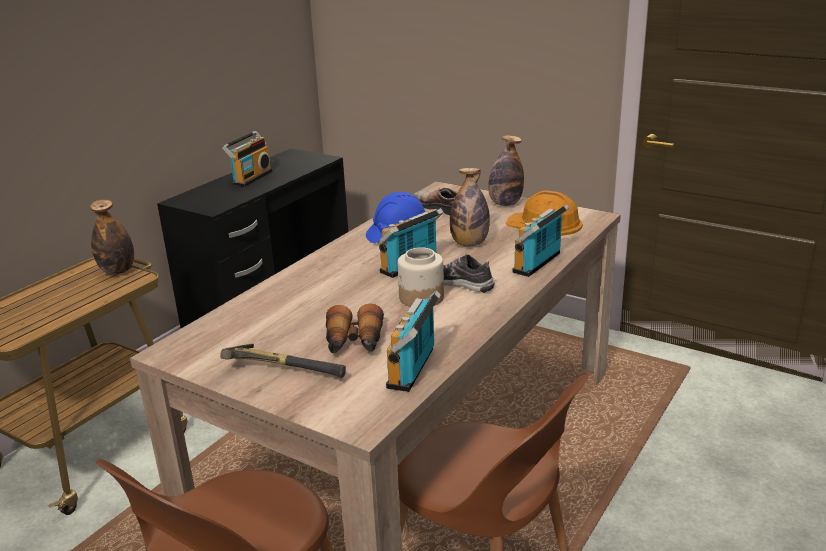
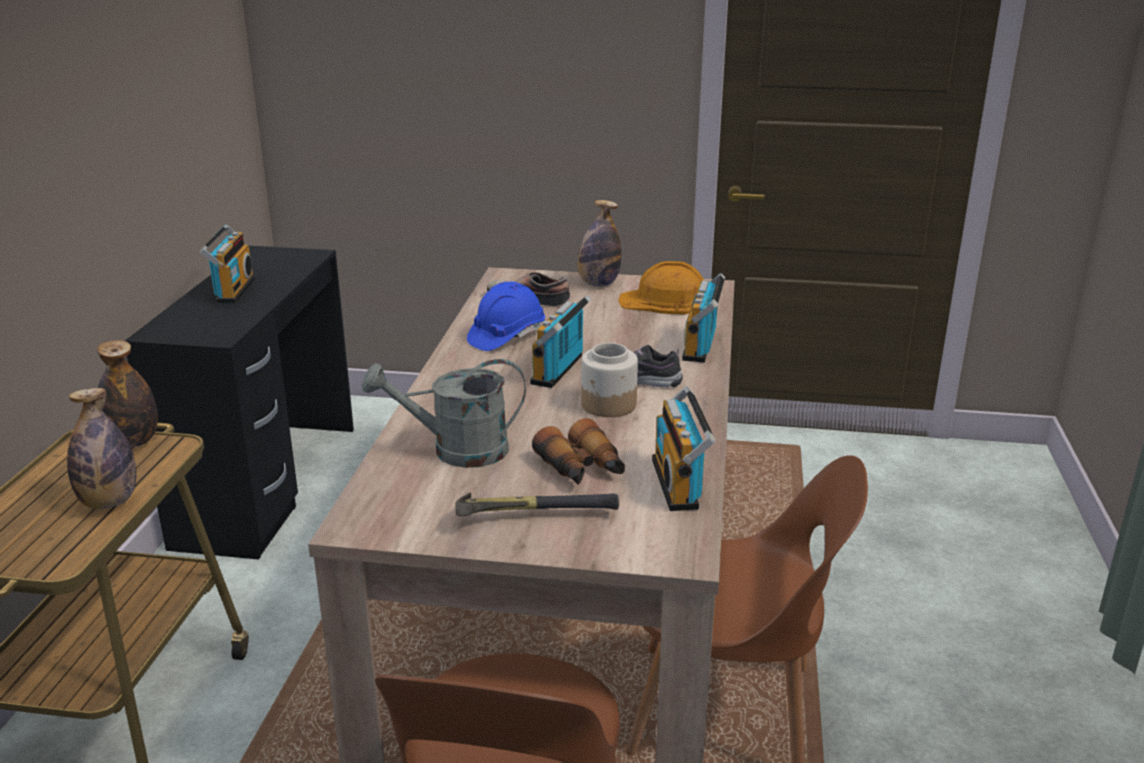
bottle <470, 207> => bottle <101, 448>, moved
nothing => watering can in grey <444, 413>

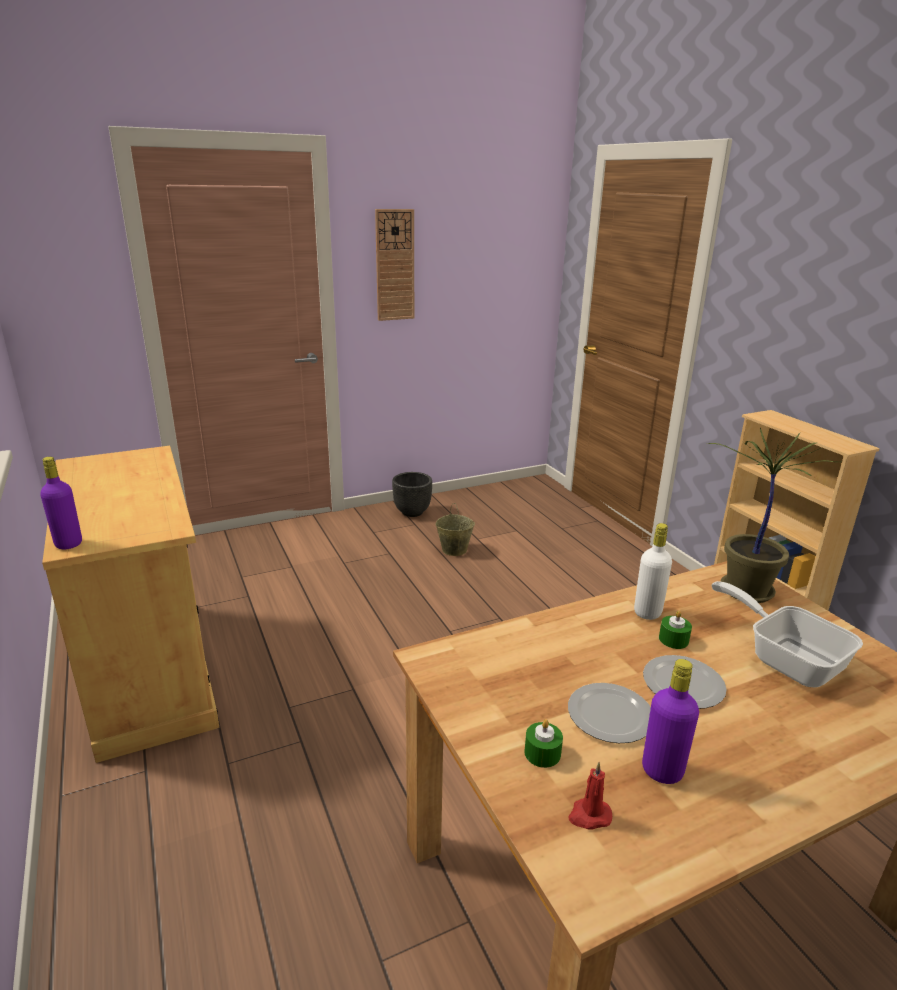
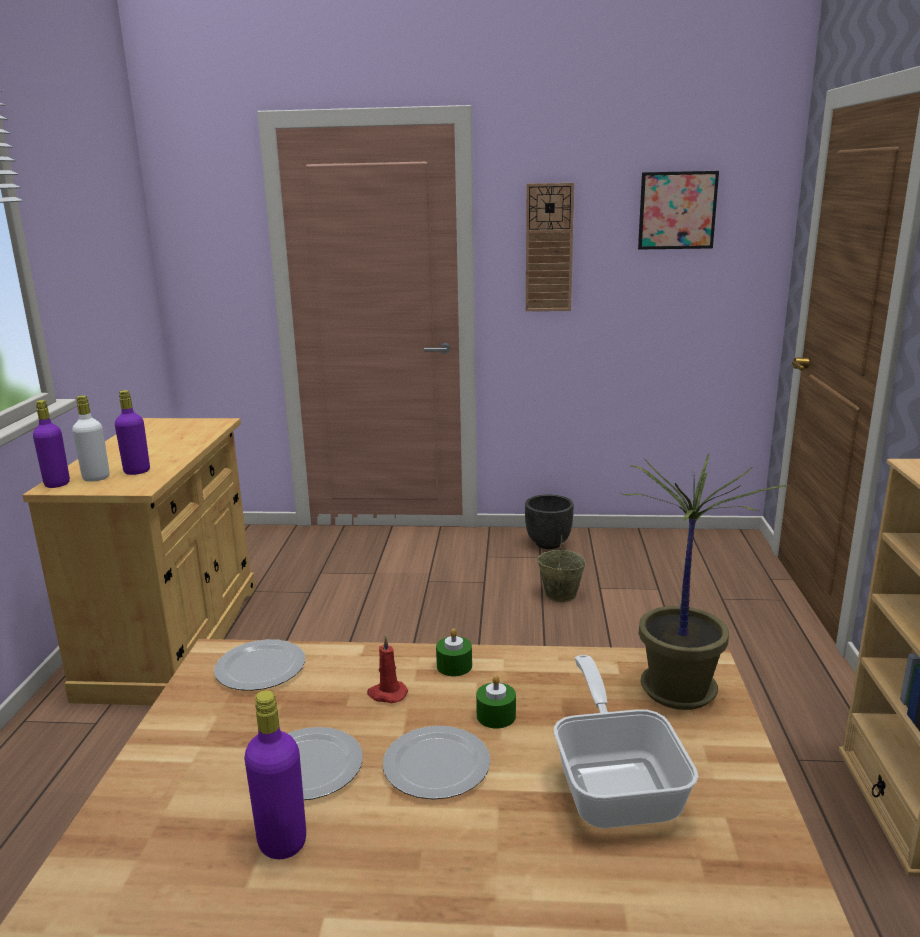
bottle in white <653, 571> => bottle in white <91, 438>, moved
candle in green <544, 743> => candle in green <454, 652>, moved
candle in red <590, 795> => candle in red <387, 669>, moved
nothing => picture <678, 210>
nothing => bottle in purple <132, 432>
nothing => plate <259, 665>

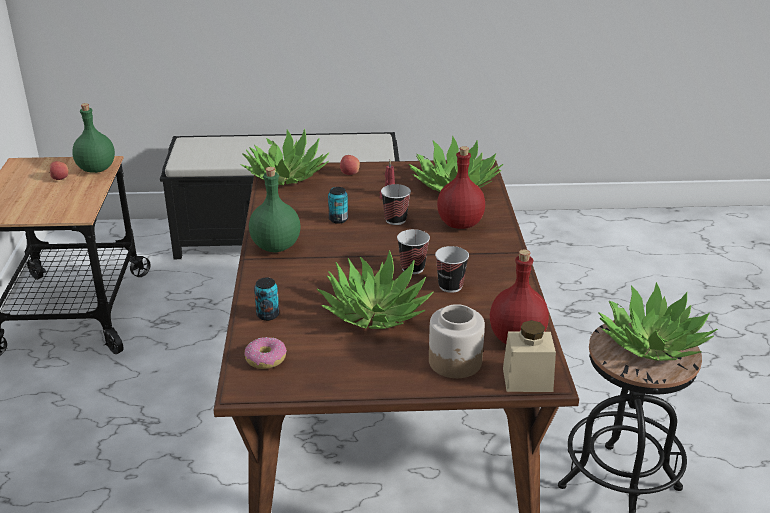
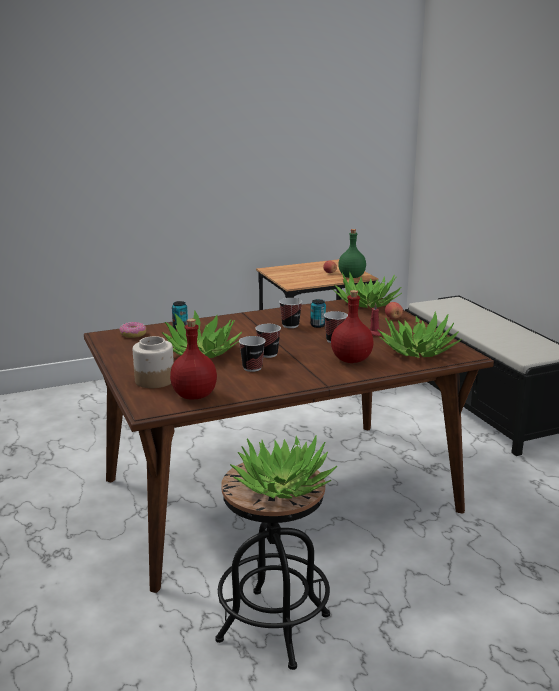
bottle in green <275, 210> => nothing
jar in beige <529, 356> => nothing
nothing => cup <290, 313>

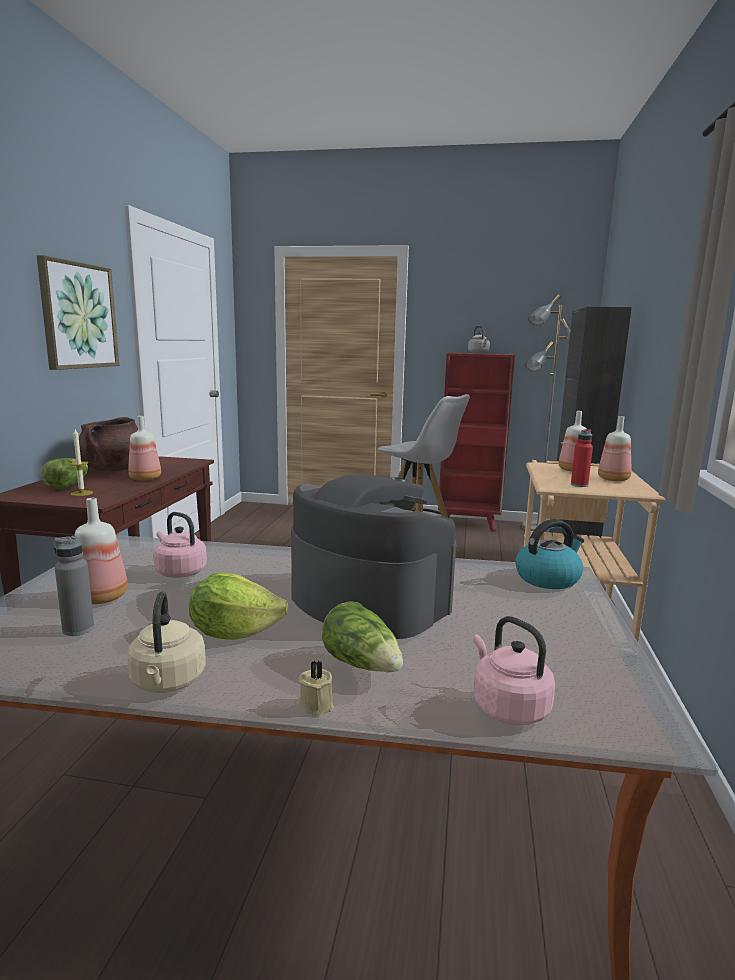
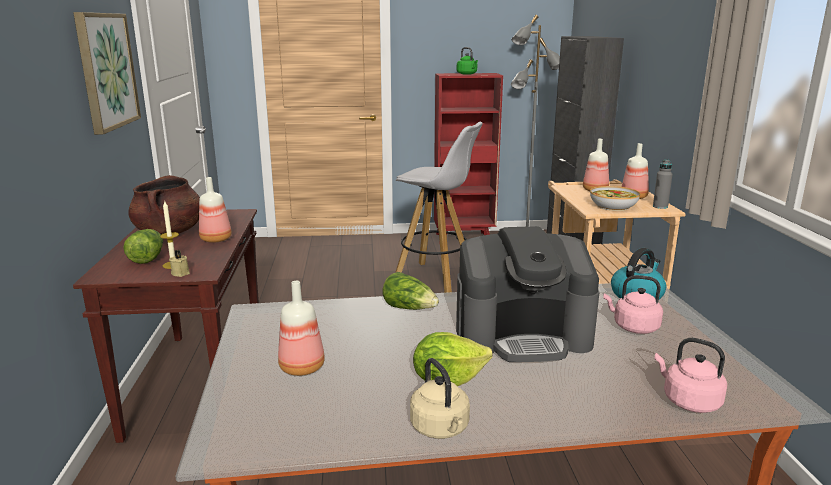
kettle in grey <479, 340> => kettle in green <467, 61>
bottle in red <582, 458> => bowl <615, 198>
coffee machine <373, 557> => coffee machine <527, 294>, 150 degrees clockwise
kettle in pink <180, 545> => kettle in pink <633, 304>, moved
bottle in grey <74, 586> => bottle in grey <663, 184>, moved
lettuce <362, 636> => lettuce <411, 291>, moved
candle in beige <316, 689> => candle in beige <179, 263>, moved

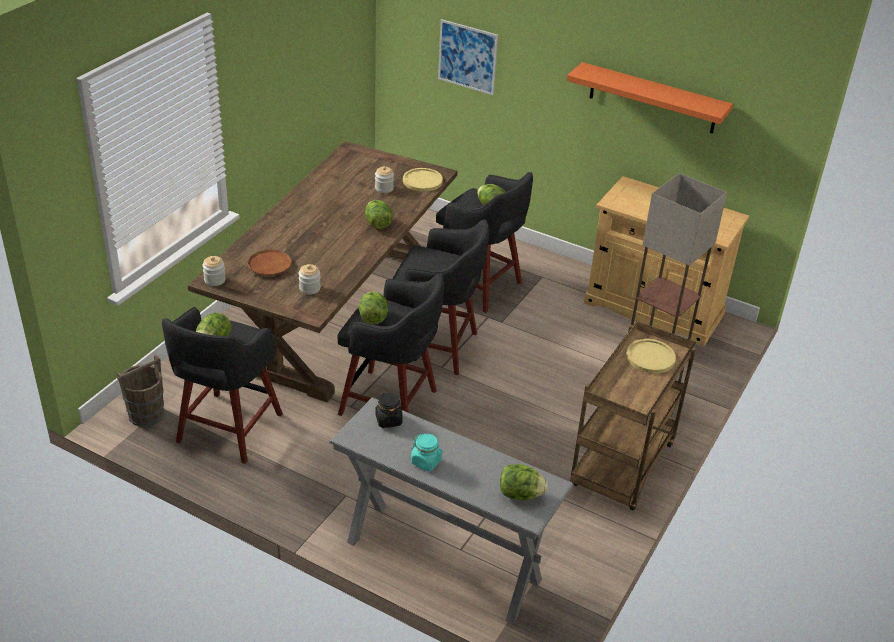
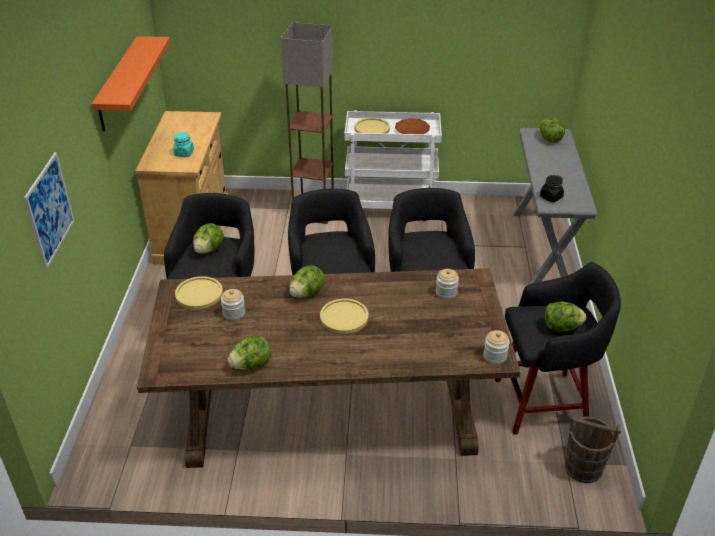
plate in brown <269, 262> => plate in brown <412, 126>, moved
lettuce <373, 308> => lettuce <249, 353>, moved
cart in brown <633, 416> => cart in white <393, 165>
jar in turquoise <427, 452> => jar in turquoise <183, 144>, moved
nothing => plate in yellow <344, 316>

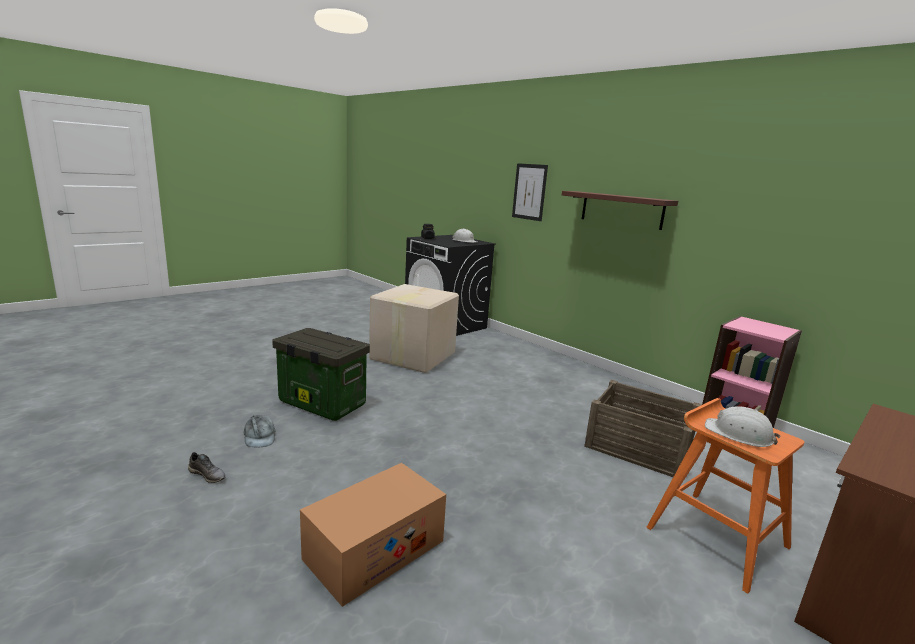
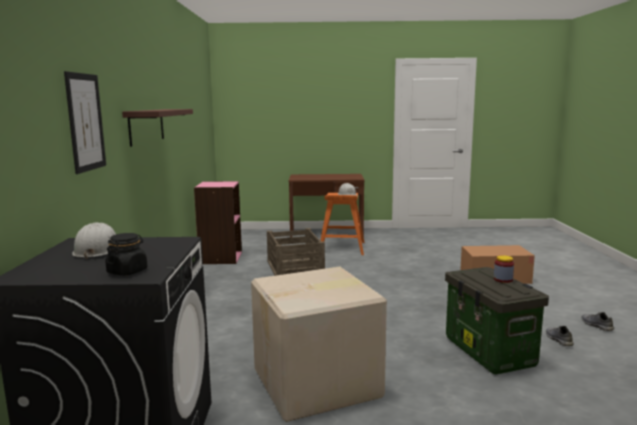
cap in grey <260, 431> => shoe in grey <560, 336>
nothing => jar <504, 269>

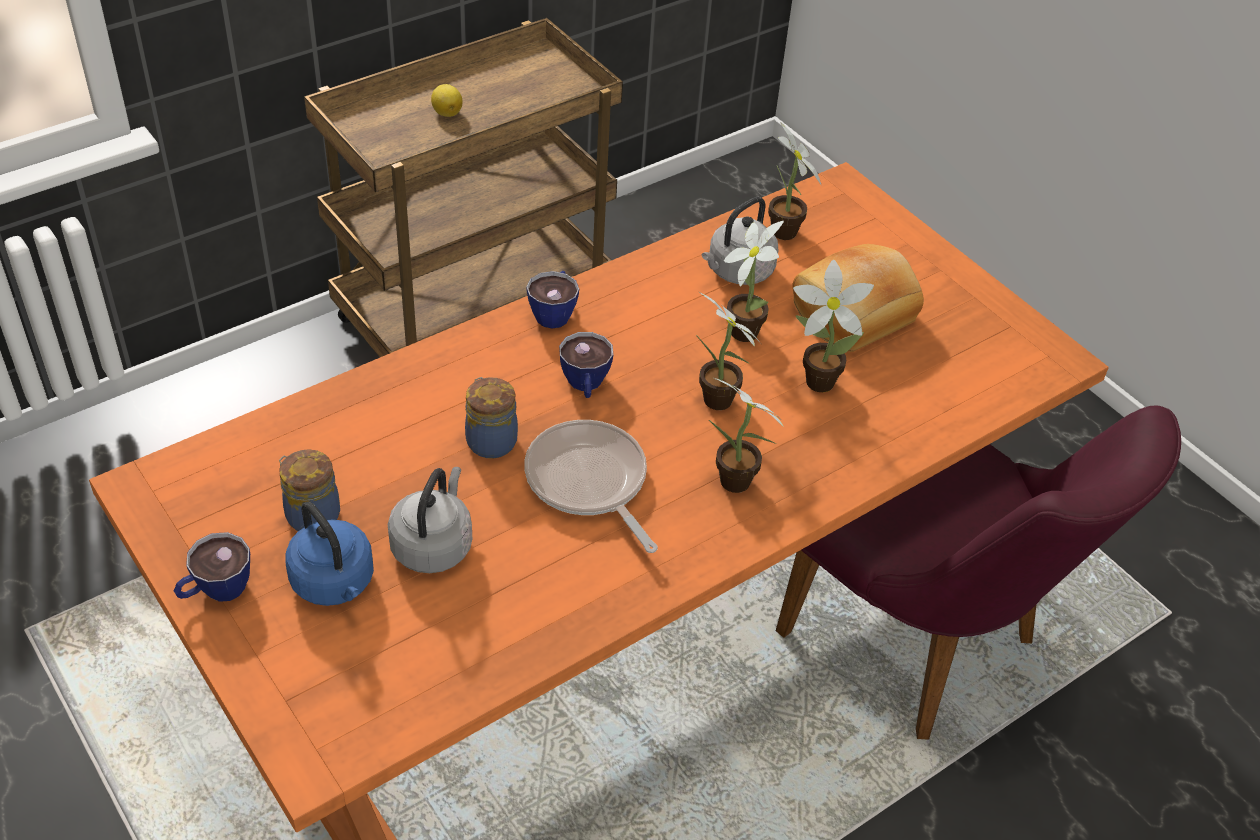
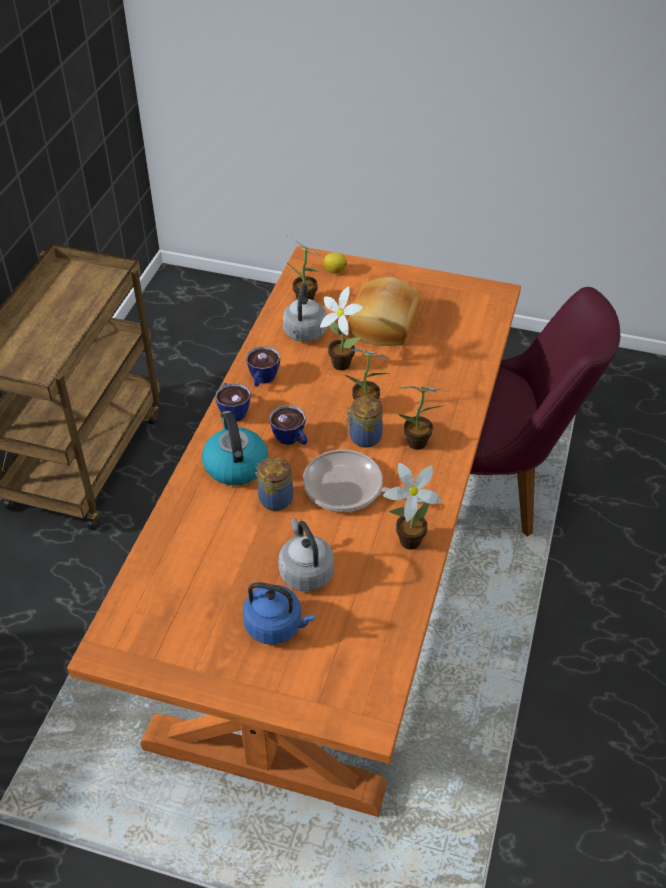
lemon <447, 100> => lemon <335, 263>, moved
potted plant <833, 325> => potted plant <412, 506>, moved
jar <309, 490> => jar <364, 422>, moved
cup <212, 567> => cup <263, 366>, moved
nothing => kettle <235, 448>

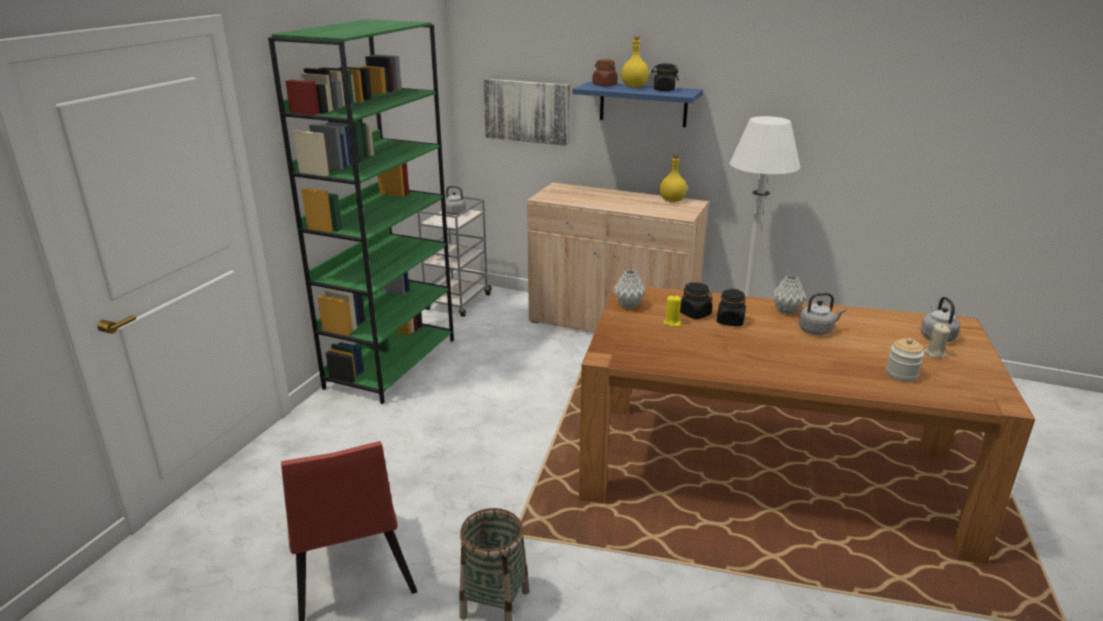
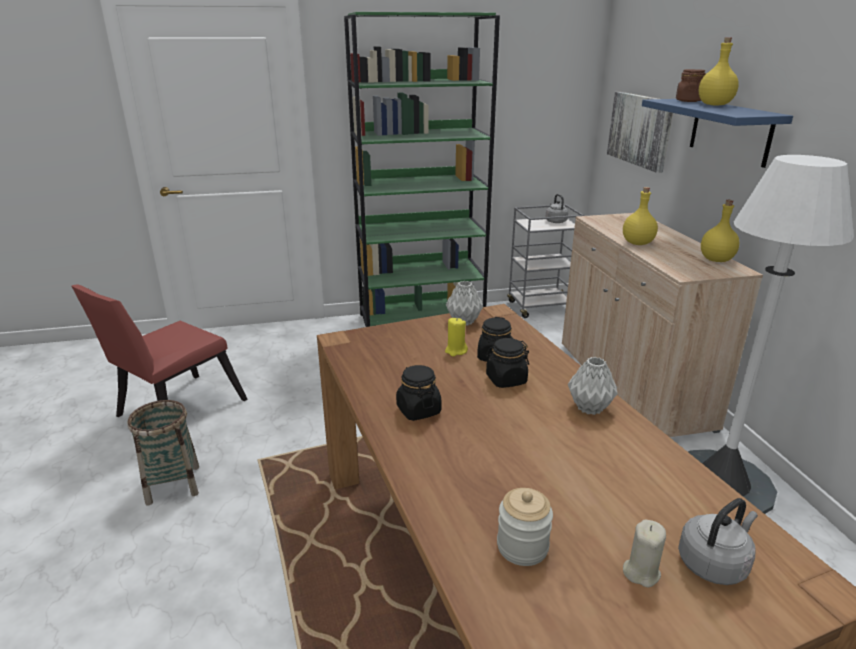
jar in black <665, 77> => jar in black <418, 393>, moved
kettle in grey <822, 314> => nothing
nothing => bottle in yellow <640, 216>

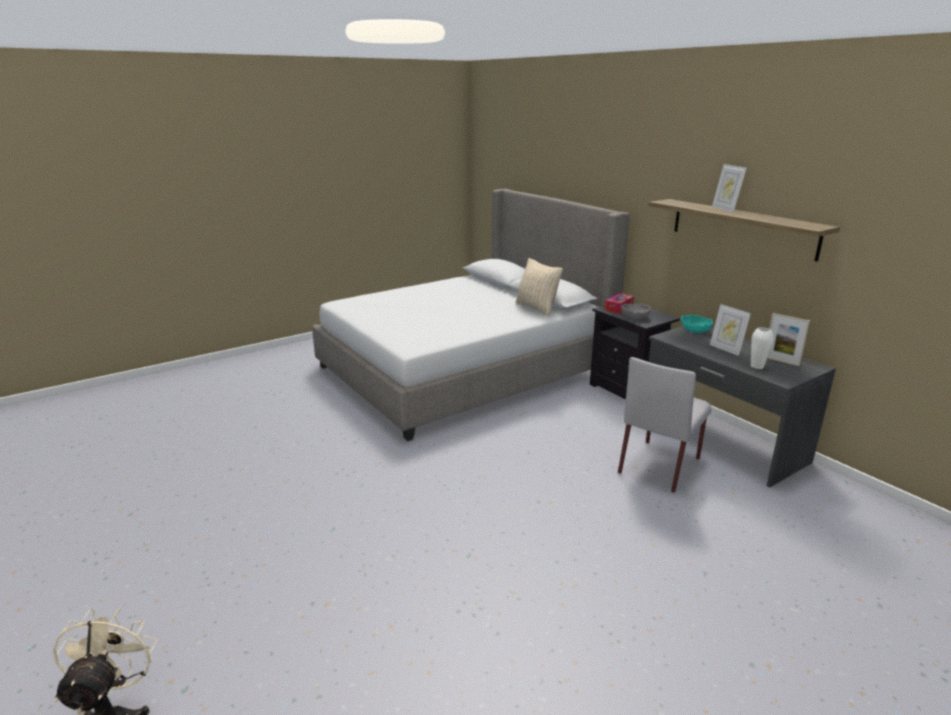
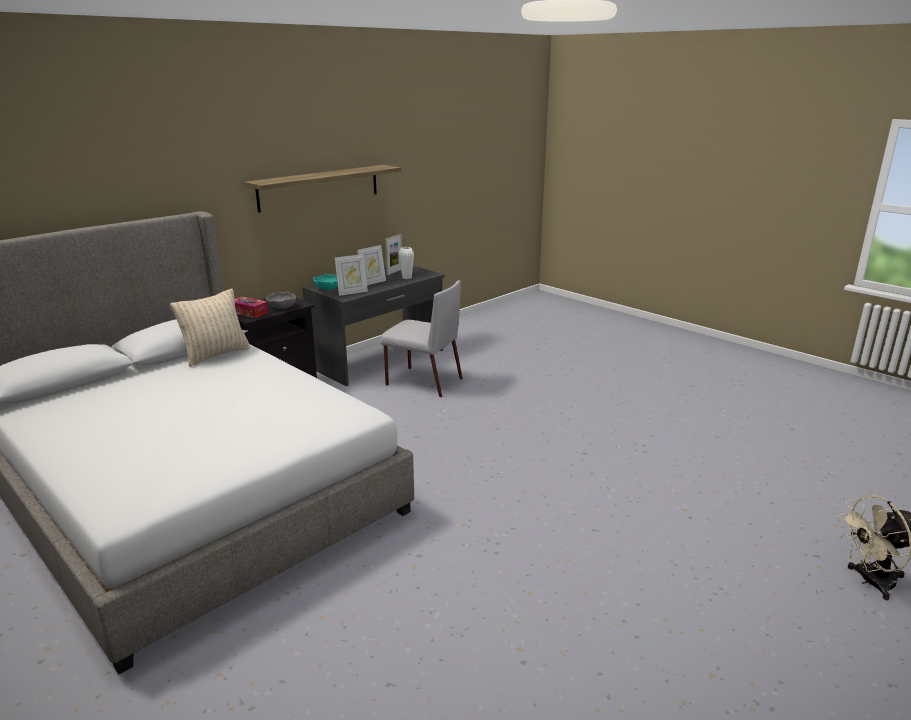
picture frame <729, 188> => picture frame <351, 275>, moved

